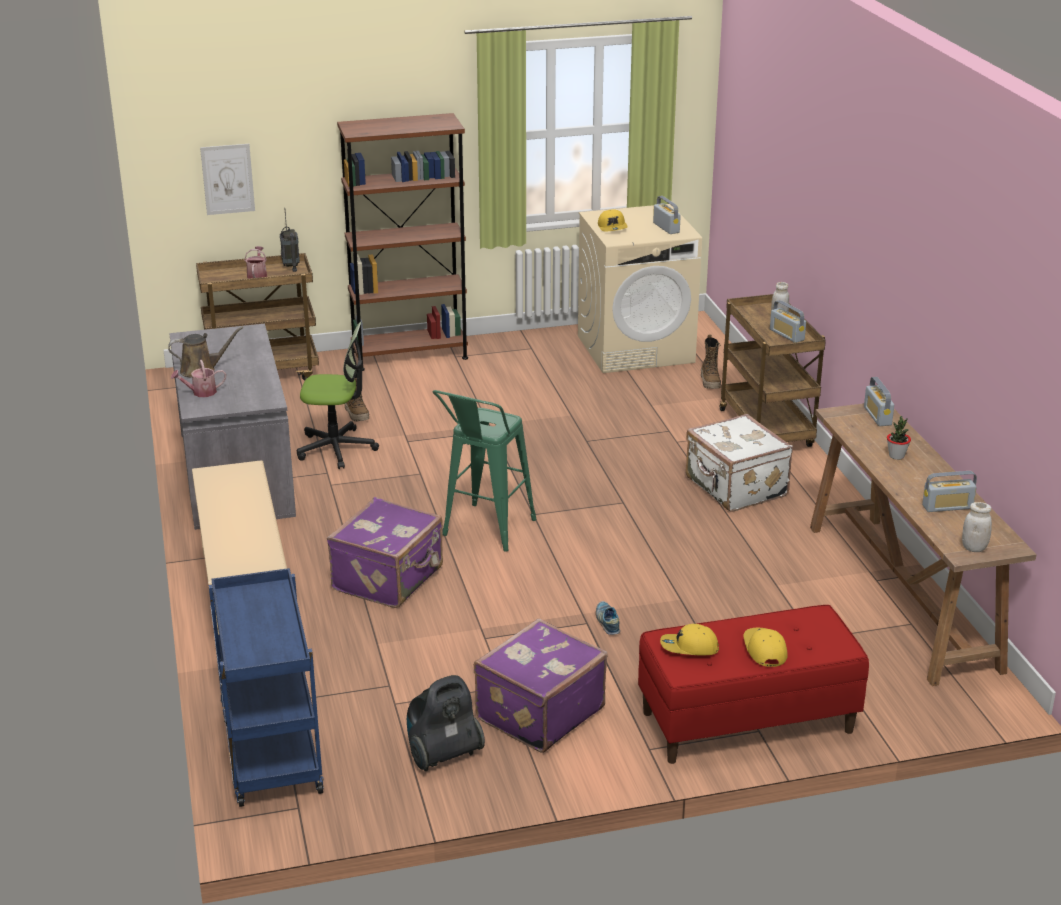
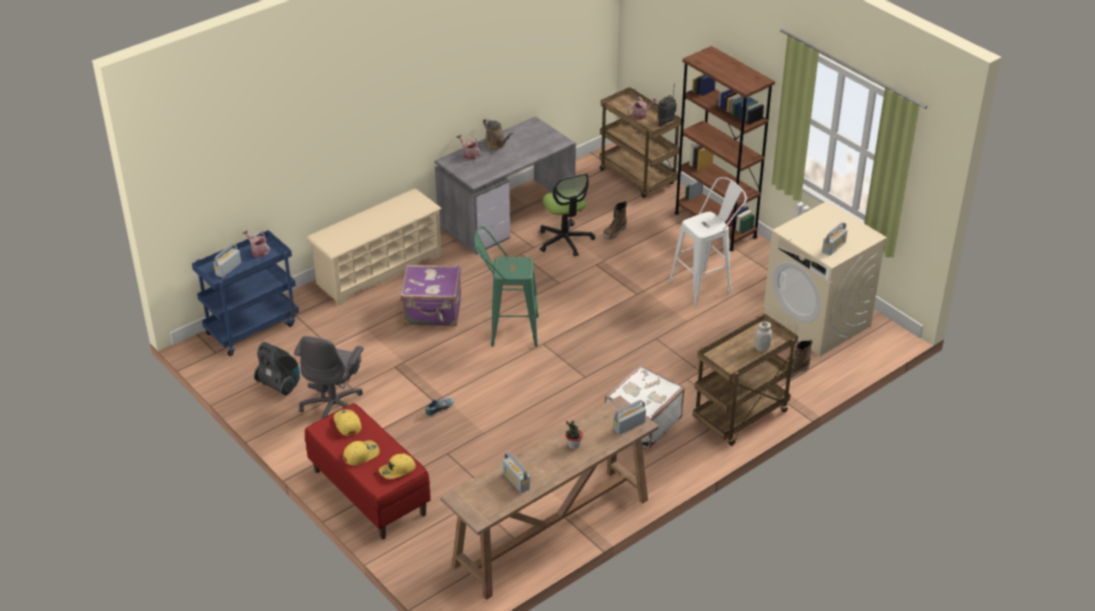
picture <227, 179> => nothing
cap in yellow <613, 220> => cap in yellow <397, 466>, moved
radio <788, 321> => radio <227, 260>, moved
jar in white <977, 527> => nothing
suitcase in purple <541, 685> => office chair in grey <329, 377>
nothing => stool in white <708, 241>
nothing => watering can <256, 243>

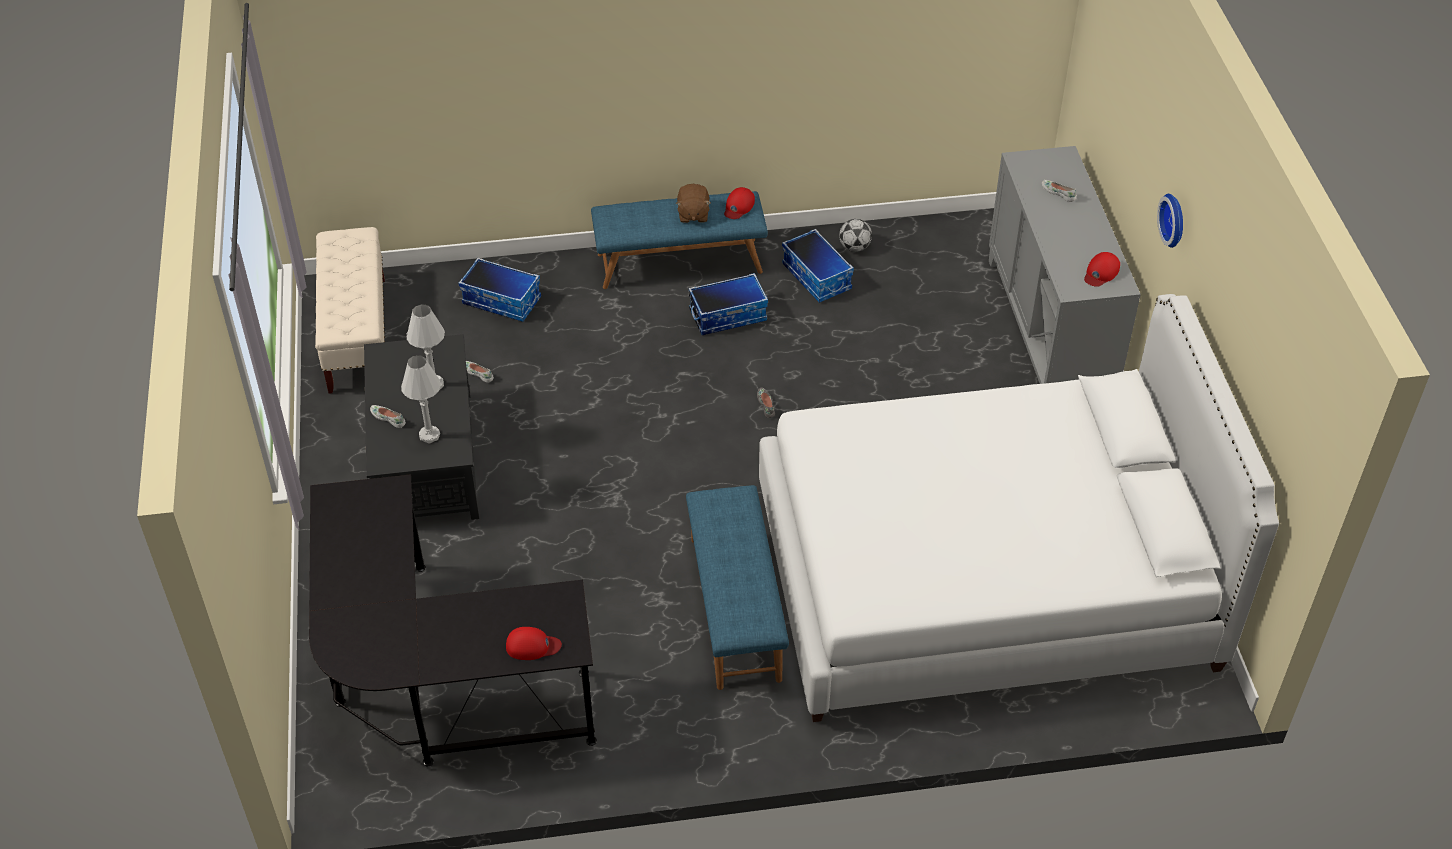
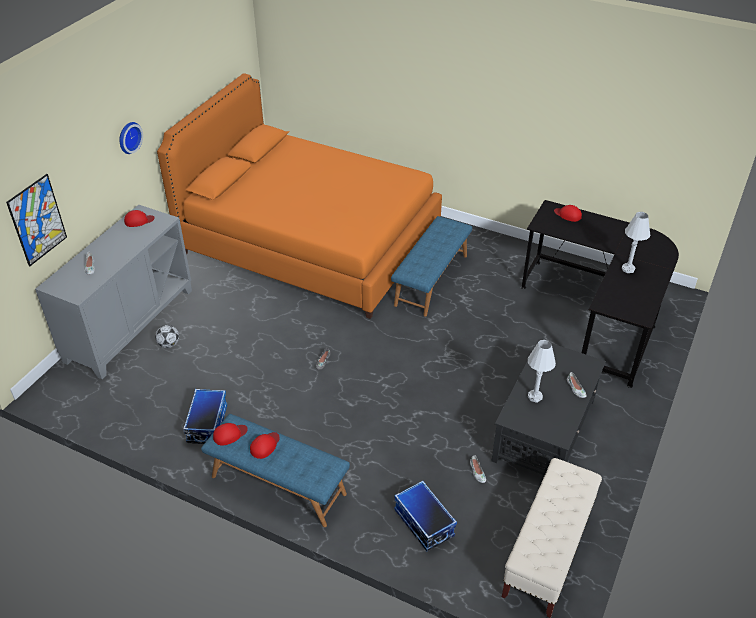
plush toy in brown <693, 203> => cap in red <265, 445>
football <855, 235> => football <167, 336>, moved
storage box <728, 304> => nothing
bed in white <1019, 508> => bed in orange <299, 196>
table lamp in white <421, 399> => table lamp in white <636, 242>, moved
nothing => picture <36, 220>

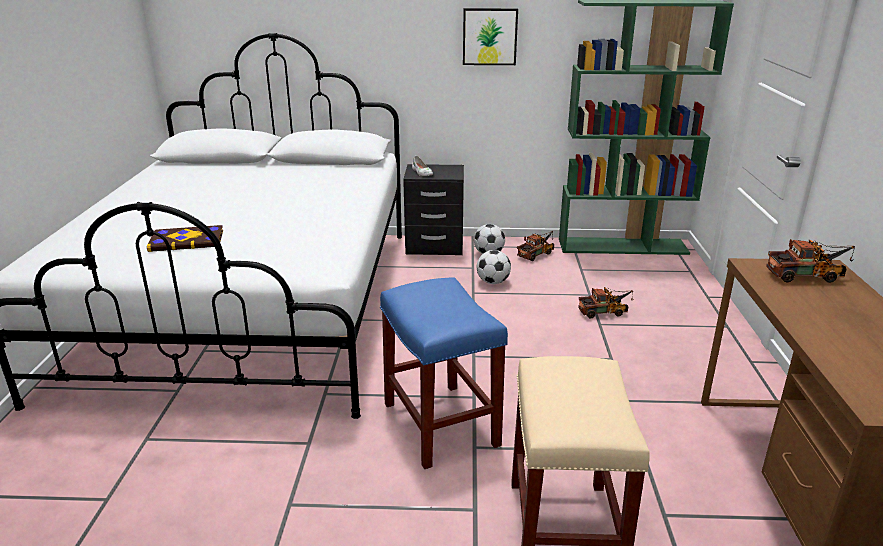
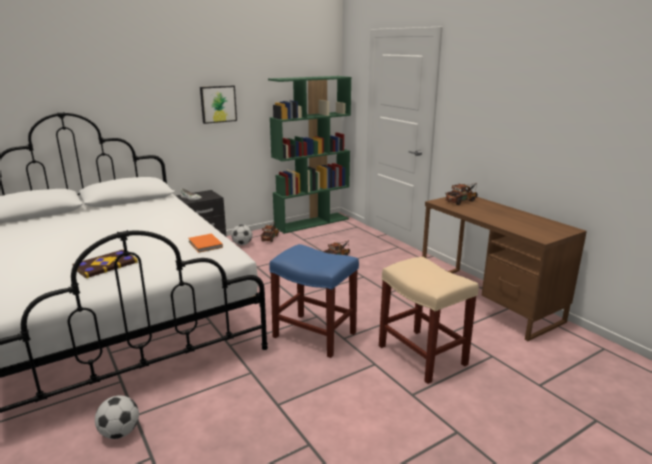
football <494, 267> => football <117, 417>, moved
nothing => book in orange <205, 243>

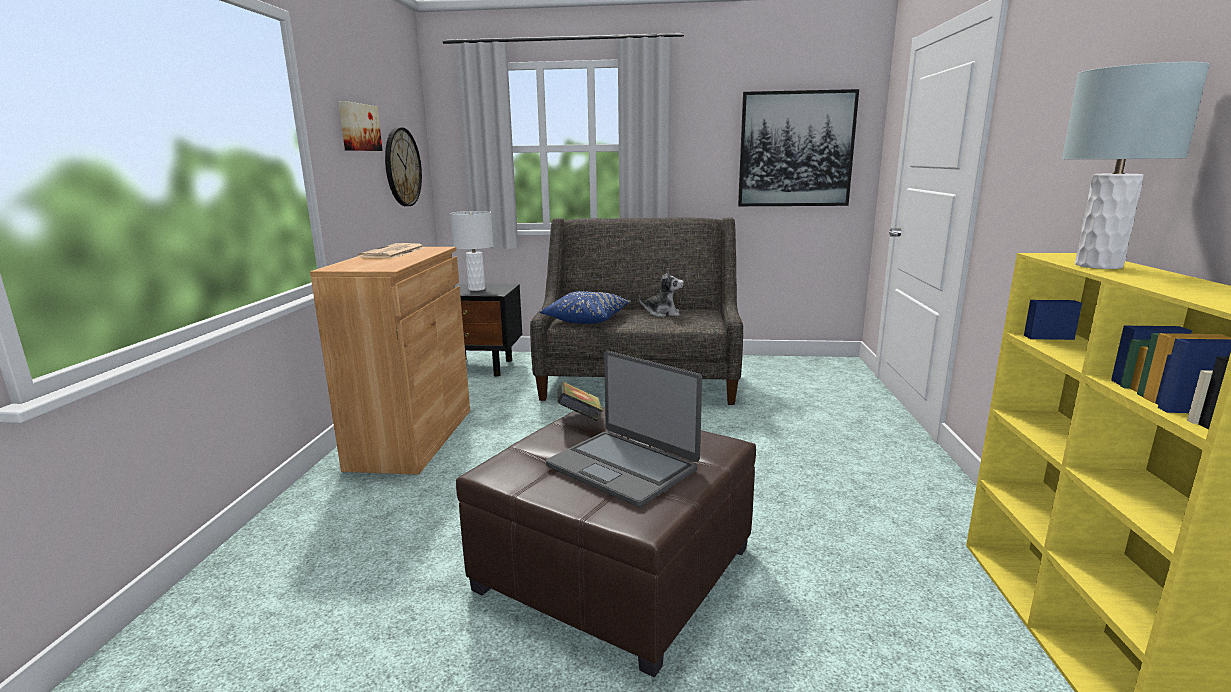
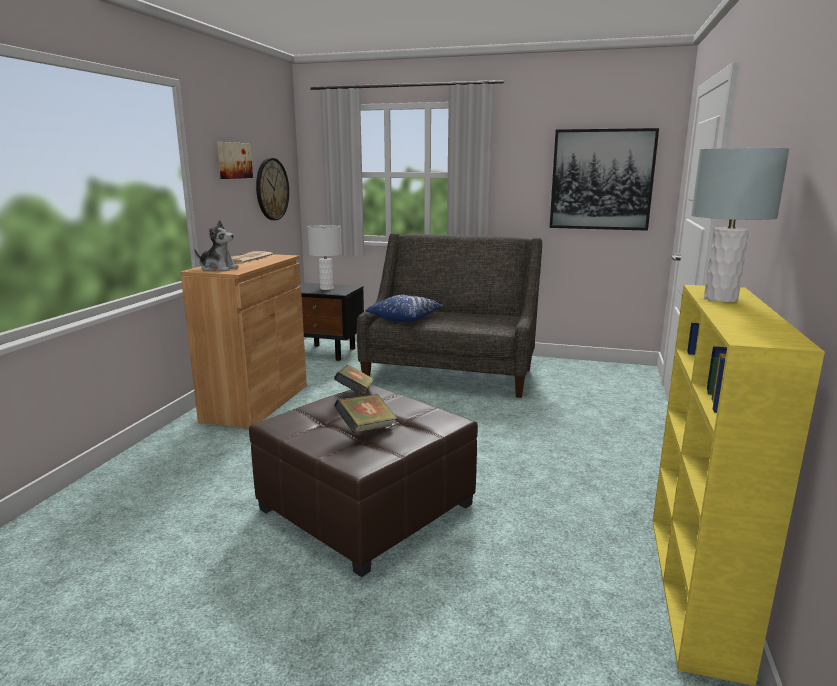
plush toy <661, 292> => plush toy <217, 246>, moved
laptop <624, 429> => book <365, 413>

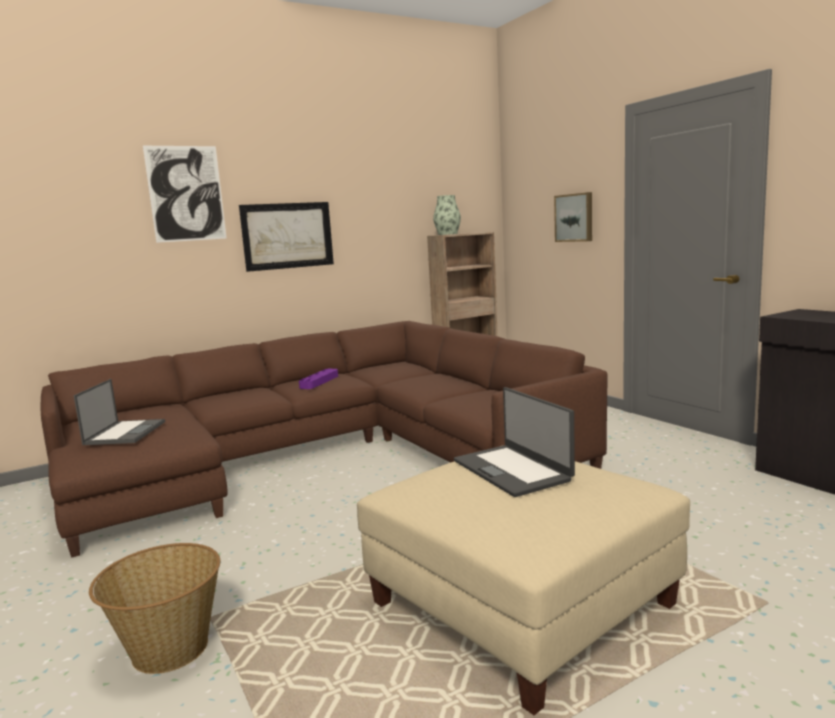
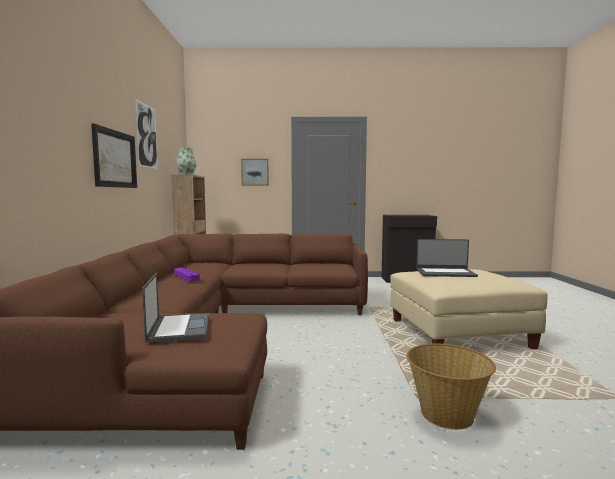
picture <185, 194> => picture <146, 134>, moved
laptop <119, 412> => laptop <175, 308>, 45 degrees clockwise

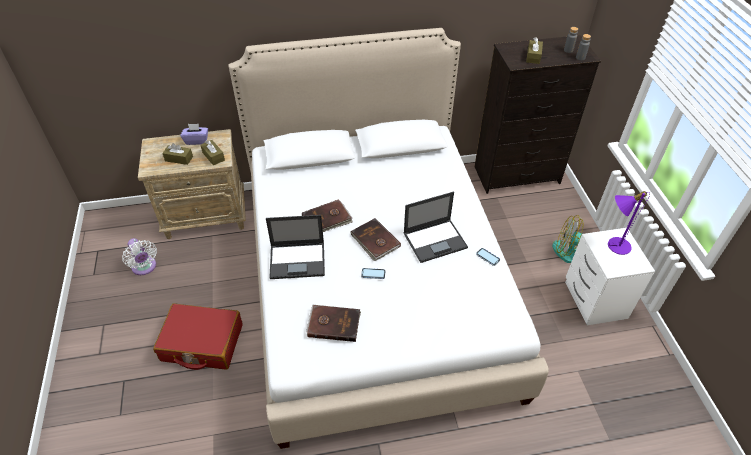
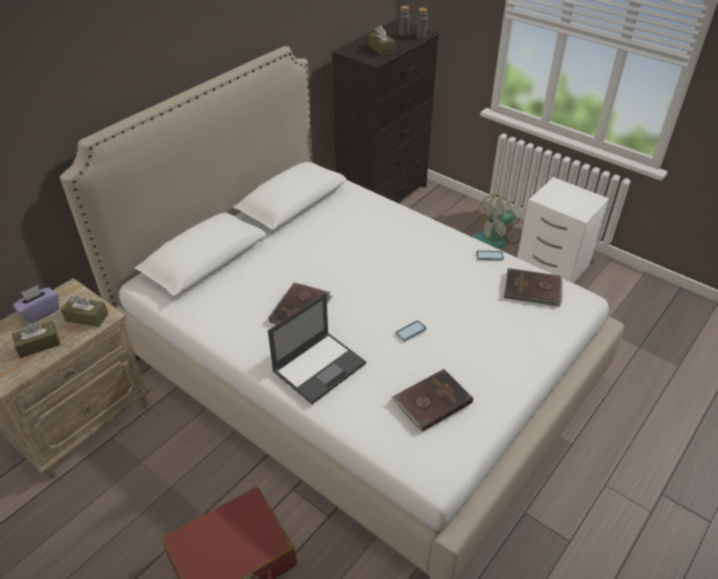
table lamp in purple <629, 223> => nothing
laptop <436, 227> => nothing
book in brown <375, 239> => book in brown <533, 287>, moved
fan in white <139, 256> => nothing

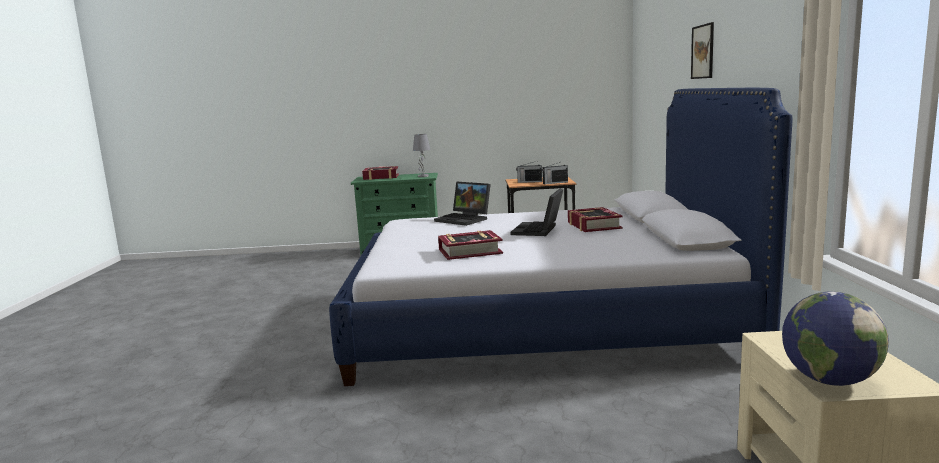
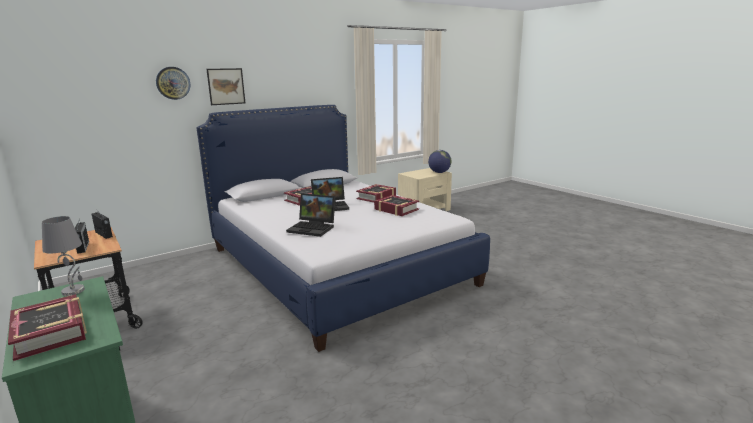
laptop <462, 203> => laptop <310, 215>, 105 degrees clockwise
nothing => wall clock <173, 83>
nothing => book <376, 193>

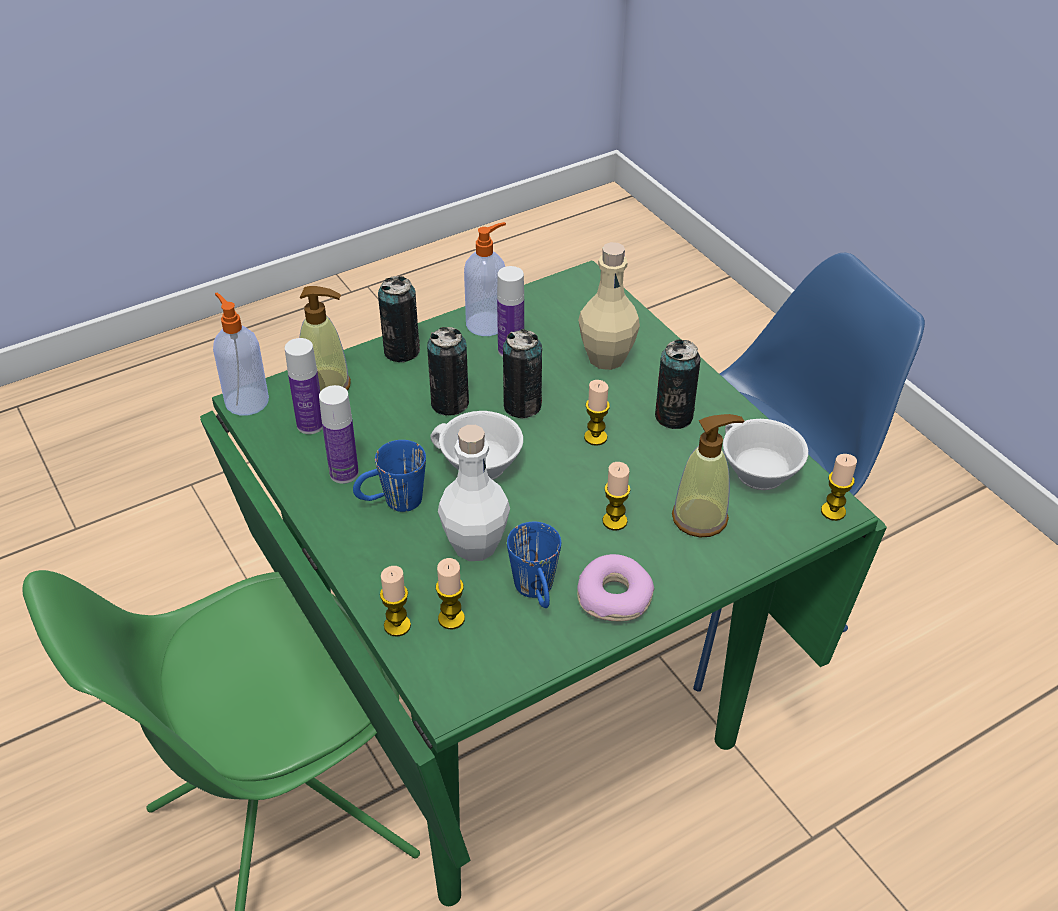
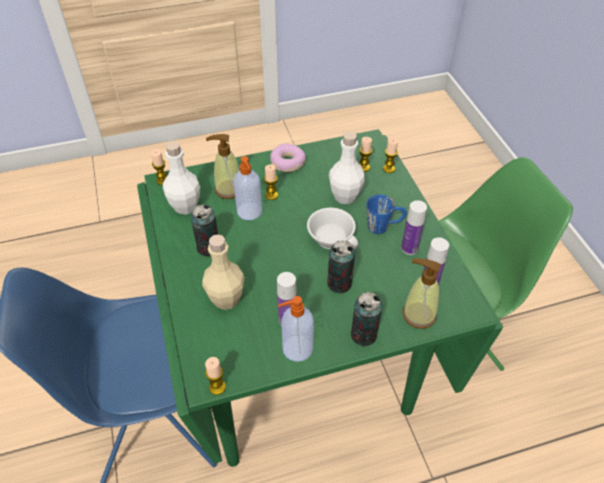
soap dispenser <241, 354> => soap dispenser <247, 188>, moved
can <522, 373> => nothing
candle <597, 413> => candle <215, 376>, moved
cup in white <765, 454> => bottle in white <181, 178>
mug in blue <534, 565> => nothing

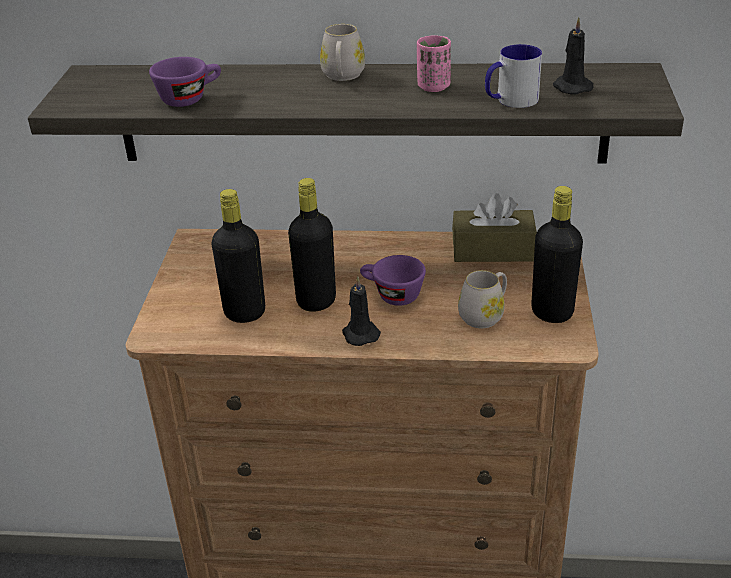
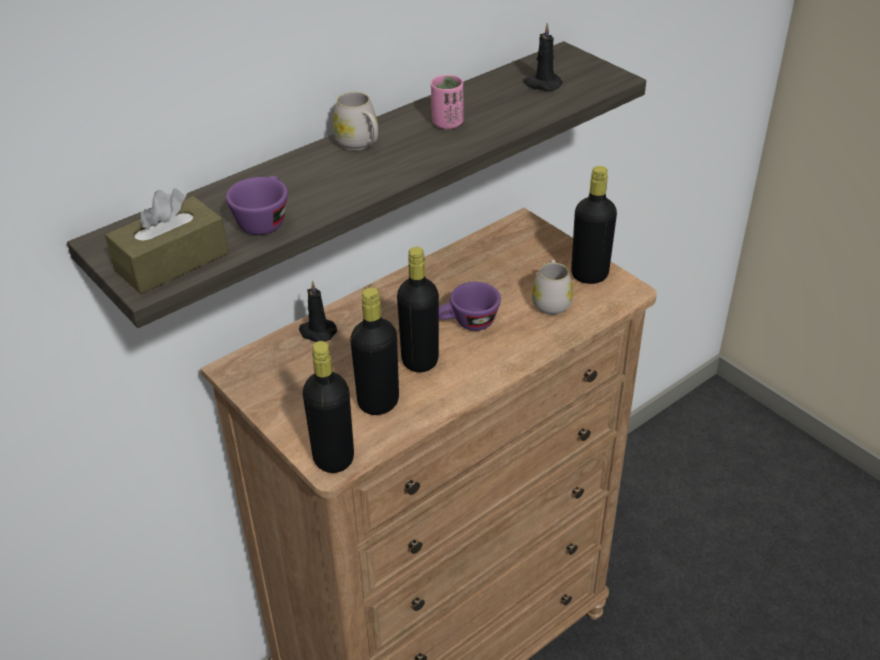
mug <513, 76> => nothing
tissue box in brown <494, 227> => tissue box in brown <166, 241>, moved
candle in black <361, 311> => candle in black <318, 311>, moved
nothing => bottle in black <328, 407>

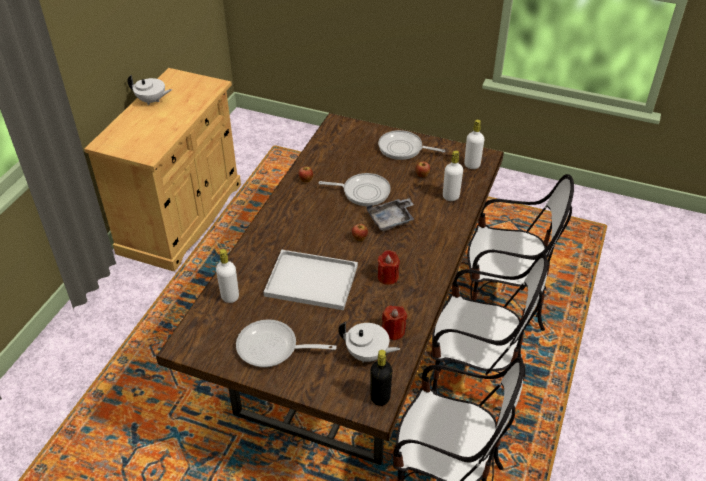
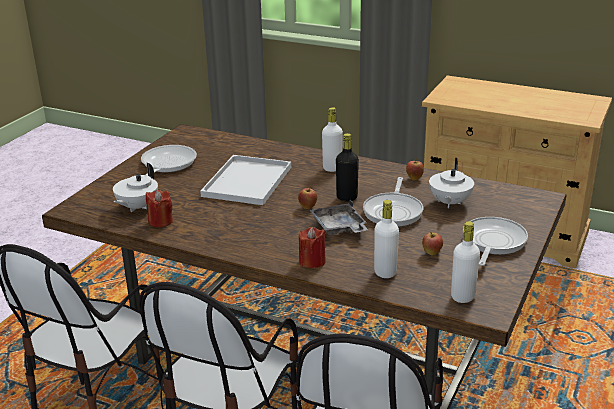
teapot in white <150, 90> => teapot in white <451, 183>, moved
bottle in white <227, 276> => bottle in white <332, 139>, moved
candle in red <389, 267> => candle in red <312, 247>, moved
bottle in black <381, 378> => bottle in black <347, 167>, moved

